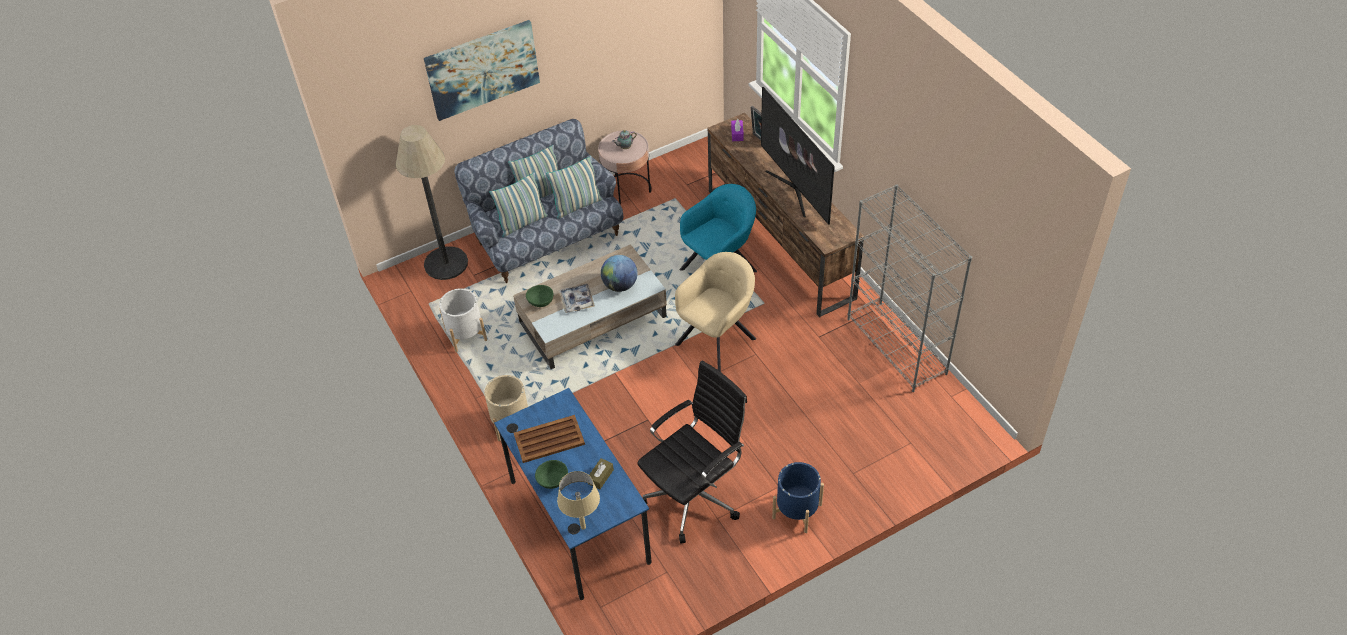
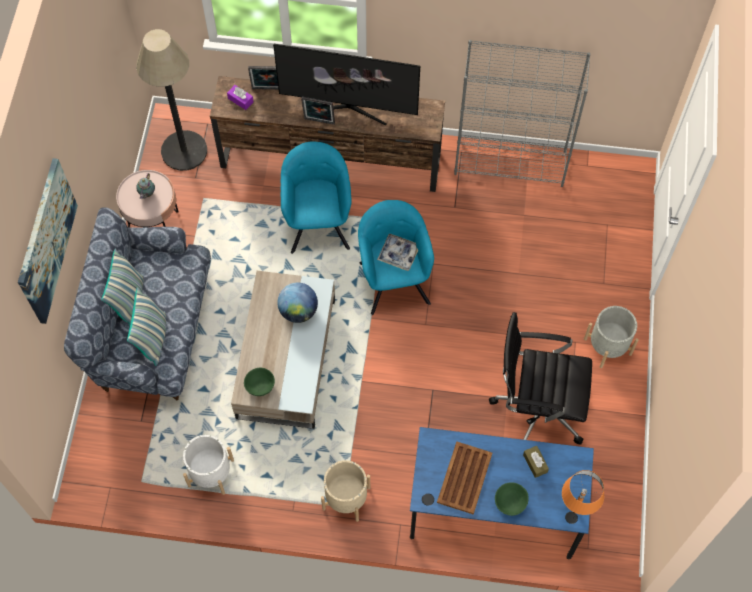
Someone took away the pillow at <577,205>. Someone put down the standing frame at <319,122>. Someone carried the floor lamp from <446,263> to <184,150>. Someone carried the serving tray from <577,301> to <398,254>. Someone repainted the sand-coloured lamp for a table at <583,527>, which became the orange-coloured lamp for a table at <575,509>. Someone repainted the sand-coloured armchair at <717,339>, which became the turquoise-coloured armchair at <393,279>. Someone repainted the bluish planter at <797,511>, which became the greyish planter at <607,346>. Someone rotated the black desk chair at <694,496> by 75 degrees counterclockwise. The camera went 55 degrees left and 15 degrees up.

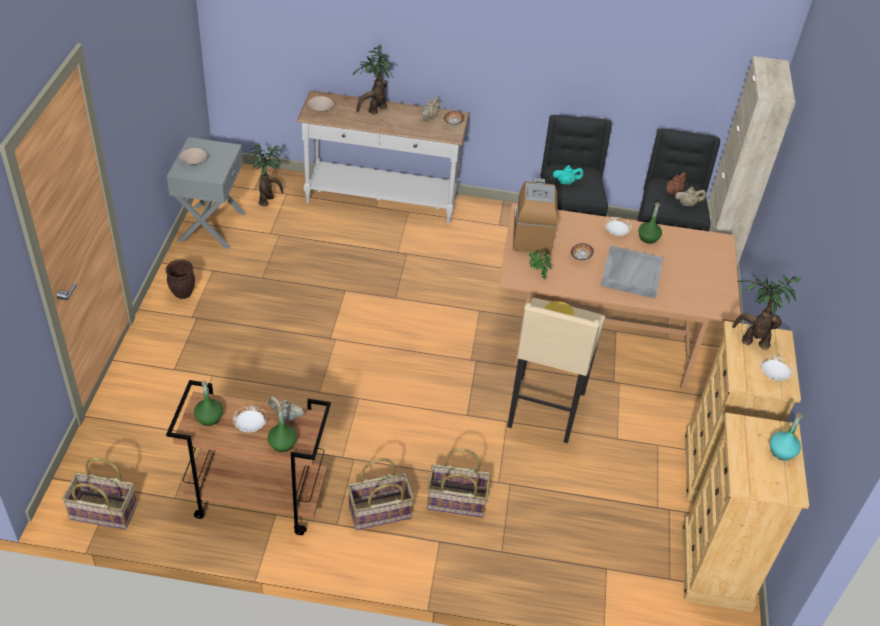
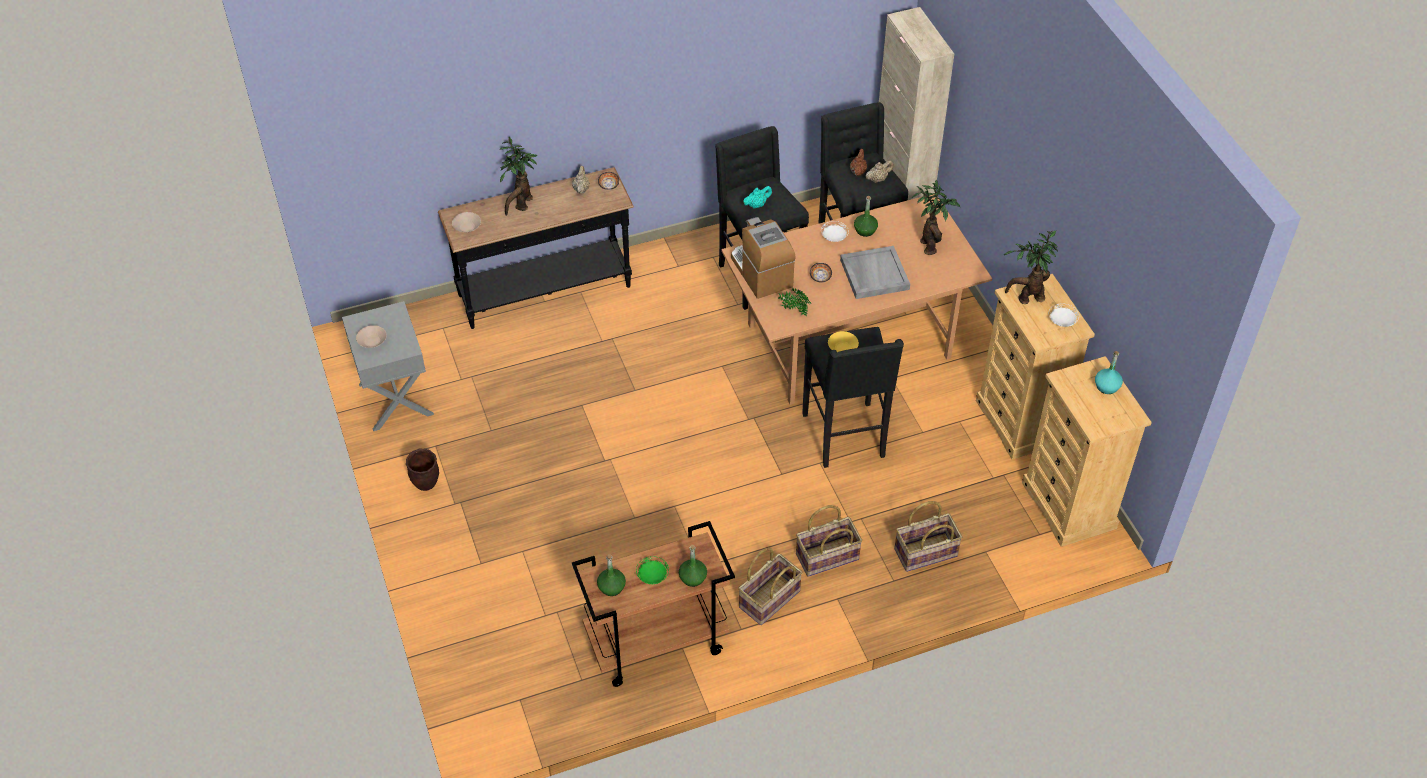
Someone took away the sand-coloured tea pot at <286,417>. Someone carried the basket from <103,512> to <925,553>. Someone carried the houseplant from <269,199> to <929,244>. Someone repainted the whitish flat dish at <250,425>, which became the greenish flat dish at <652,576>. Someone repainted the whitish console table at <381,201>, which became the black console table at <545,292>. Someone repainted the sand-coloured sitting stool at <544,411>, which became the black sitting stool at <845,437>. The camera went 25 degrees left and 5 degrees up.

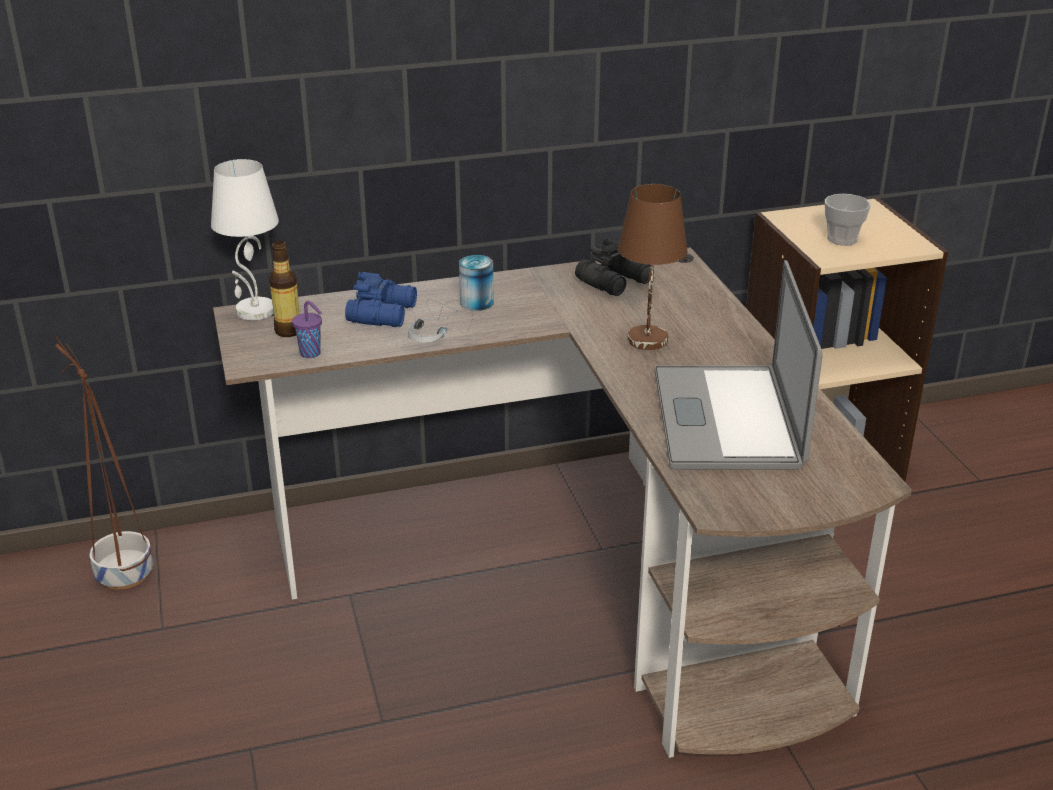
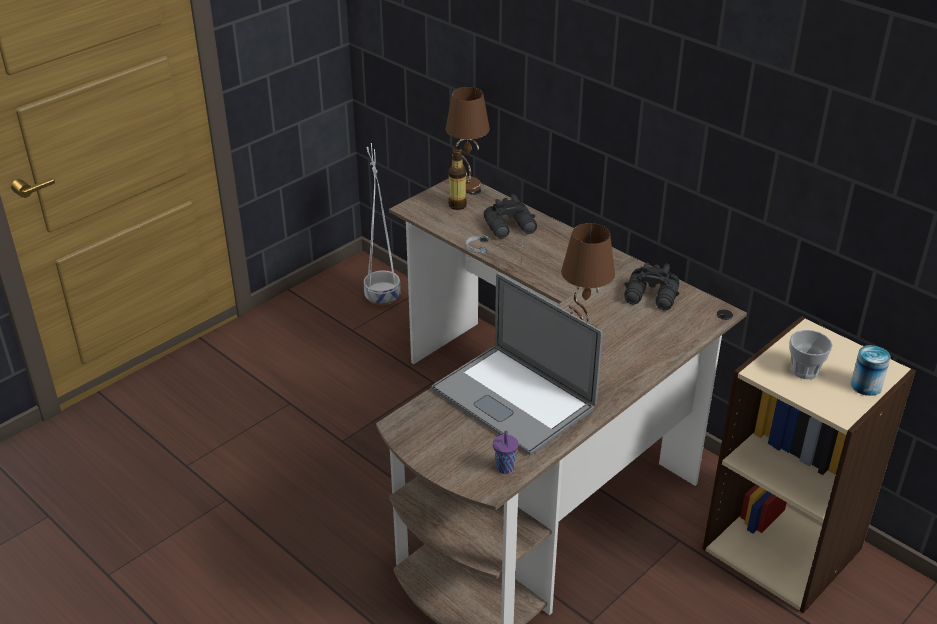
Someone carried the purplish small cup from <311,354> to <505,469>. Someone carried the can from <476,302> to <866,386>. Someone repainted the brown-coloured planter at <123,573>, which became the whitish planter at <382,296>. Someone repainted the whitish lamp for a table at <255,311>, which became the brown-coloured lamp for a table at <466,186>. Someone repainted the bluish pair of binoculars at <384,313>, which became the black pair of binoculars at <511,227>. Someone rotated the portable computer at <726,417> by 105 degrees counterclockwise. The camera went 60 degrees right and 5 degrees up.

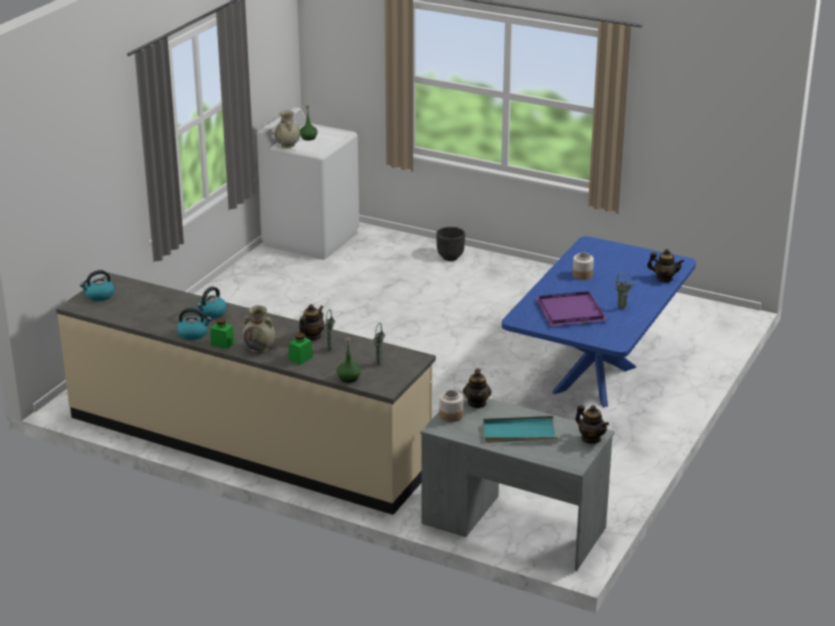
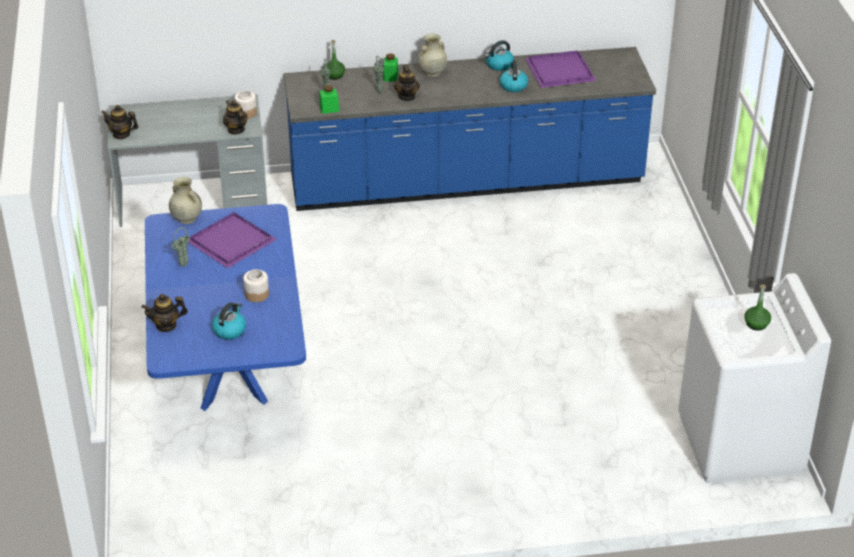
Someone took away the black planter at <450,257>. Someone took away the turquoise-coloured serving tray at <519,432>. Someone put down the purplish serving tray at <558,71>. Someone carried the kettle from <99,296> to <229,330>. Someone carried the greenish jar from <222,343> to <329,109>. Someone carried the sand-coloured vase from <288,145> to <186,218>. Someone repainted the sand-coloured kitchen counter at <247,442>, which became the bluish kitchen counter at <466,182>. The camera went 145 degrees right and 10 degrees up.

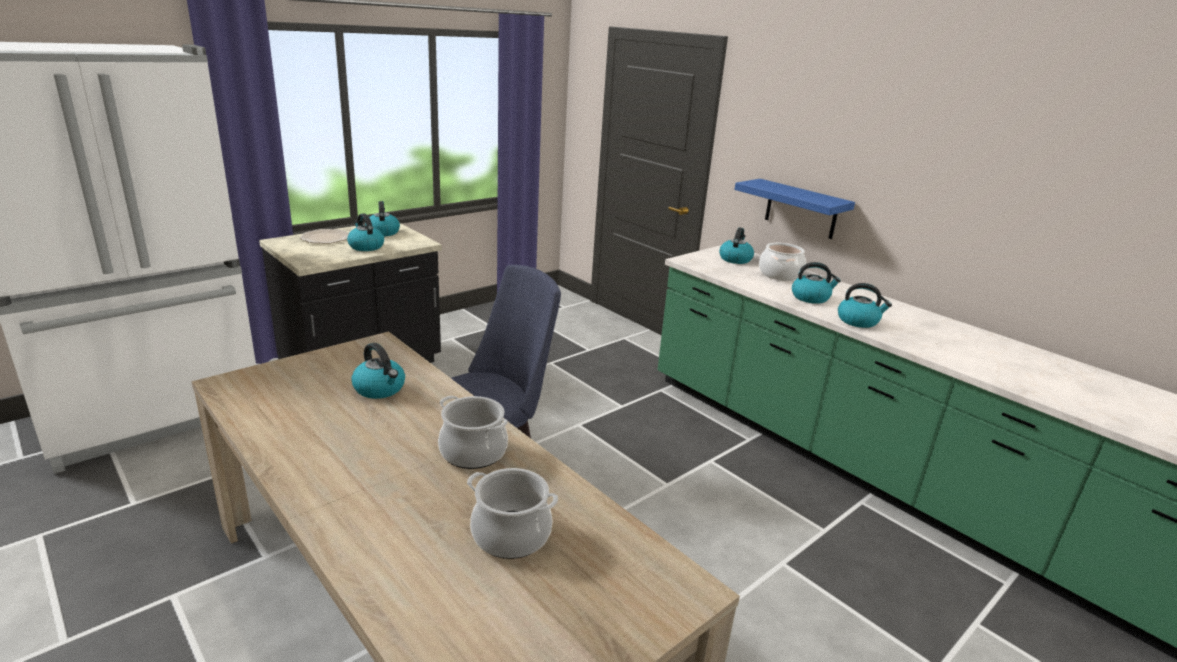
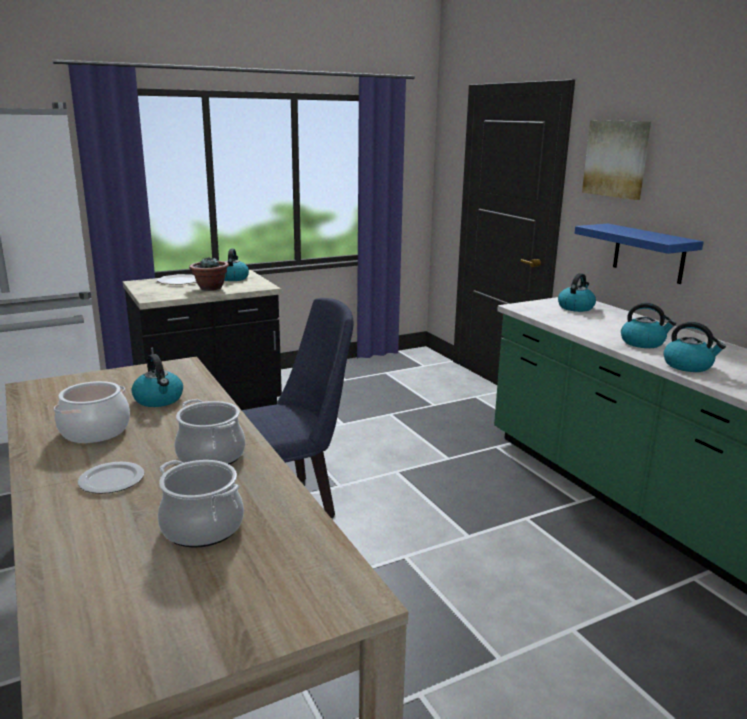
Someone put down the flat dish at <113,480>. Someone put up the wall picture at <616,158>. Someone carried the stockpot from <780,274> to <95,431>. Someone swapped the kettle at <366,246> for the houseplant at <210,288>. The camera went 15 degrees right and 5 degrees down.

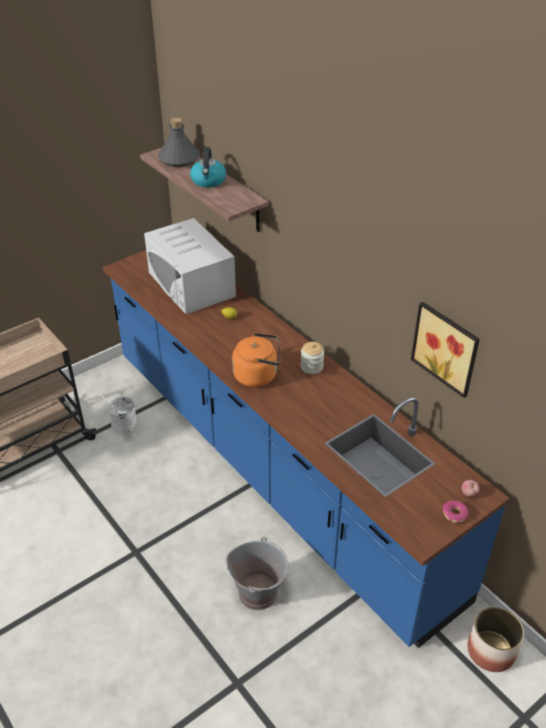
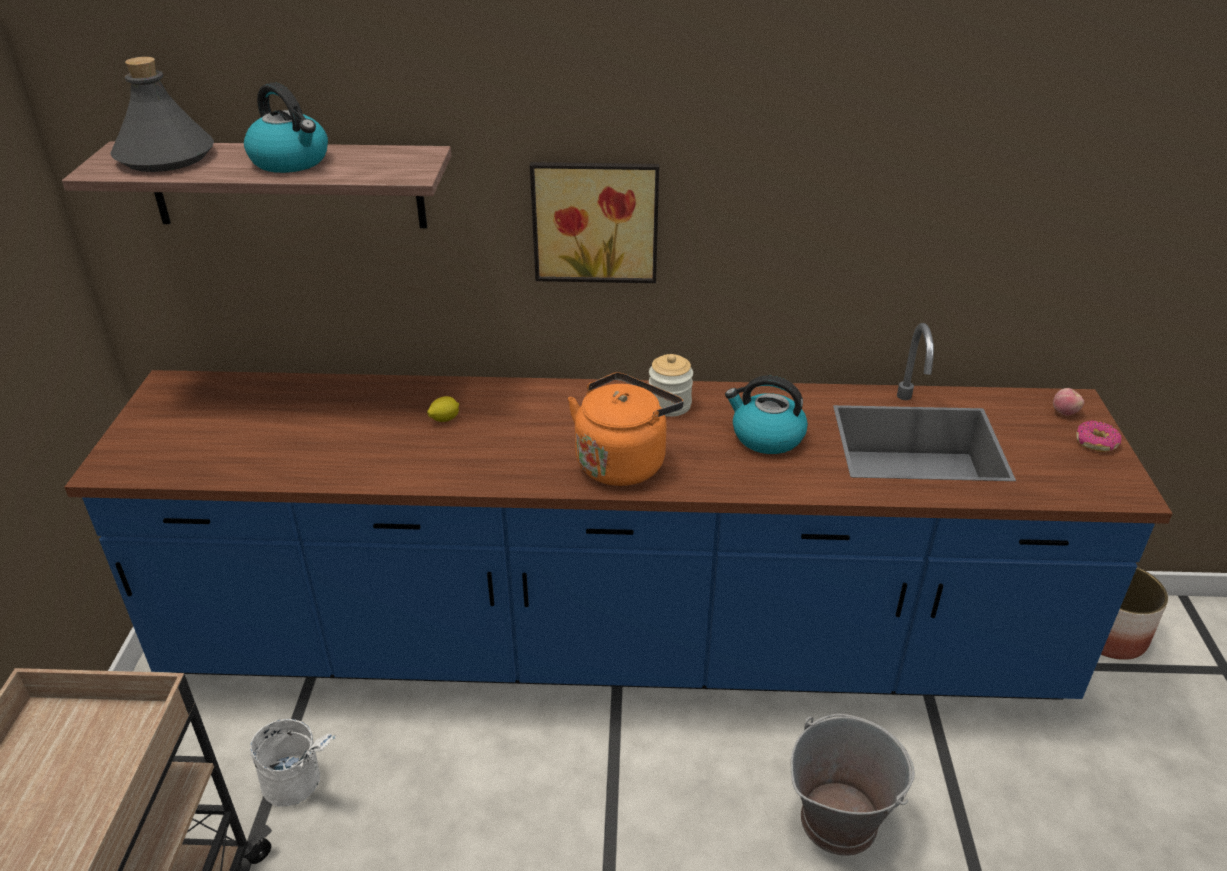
Someone took away the whitish microwave at <191,284>. Someone put down the kettle at <766,437>. Someone carried the wall picture from <447,347> to <595,220>. The camera went 50 degrees left and 5 degrees down.

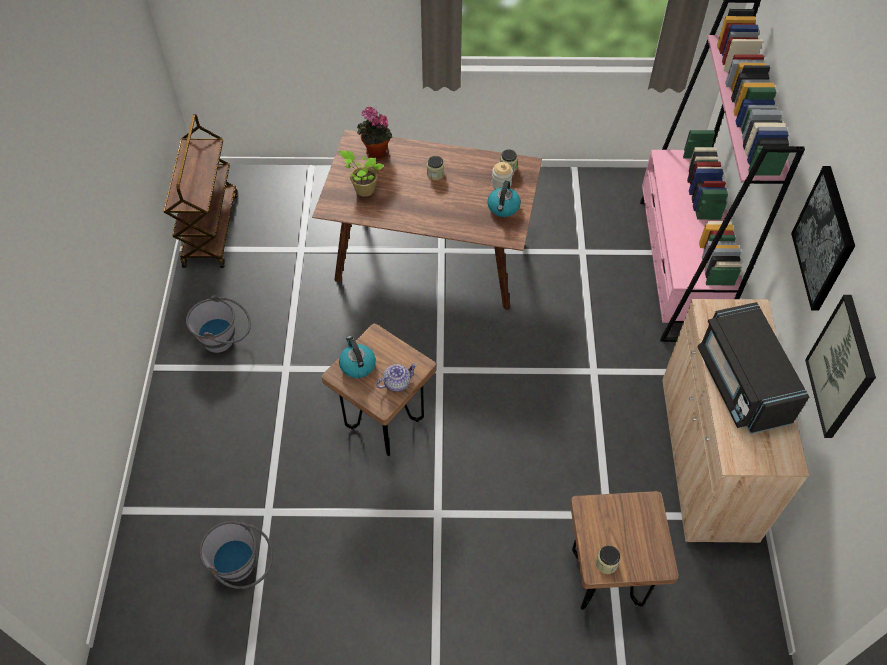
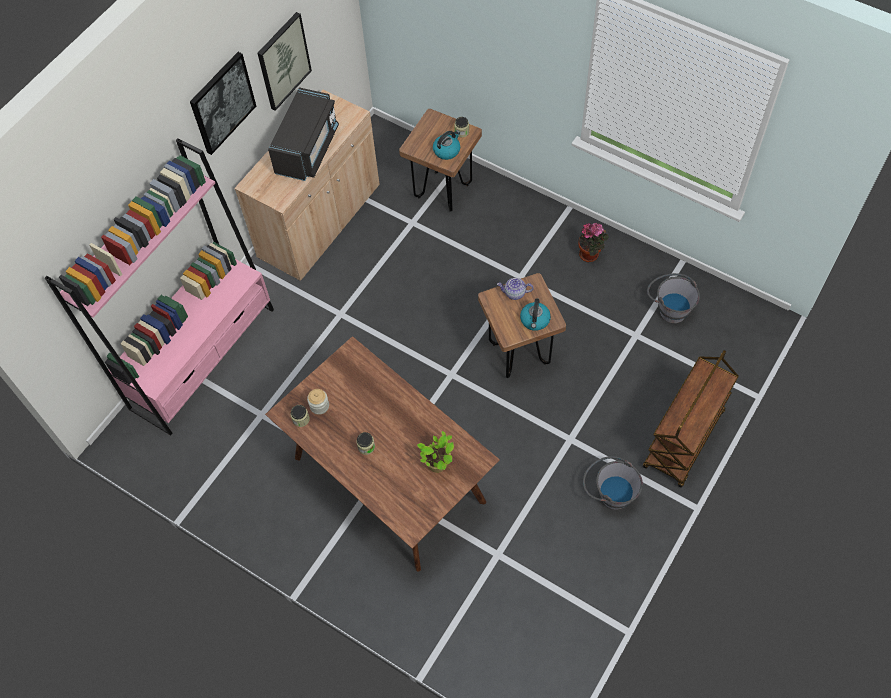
Someone carried the brown-coloured cart from <210,229> to <684,440>. Someone carried the houseplant from <375,154> to <590,255>. Someone carried the kettle from <503,207> to <447,150>. The camera went 145 degrees left and 5 degrees up.

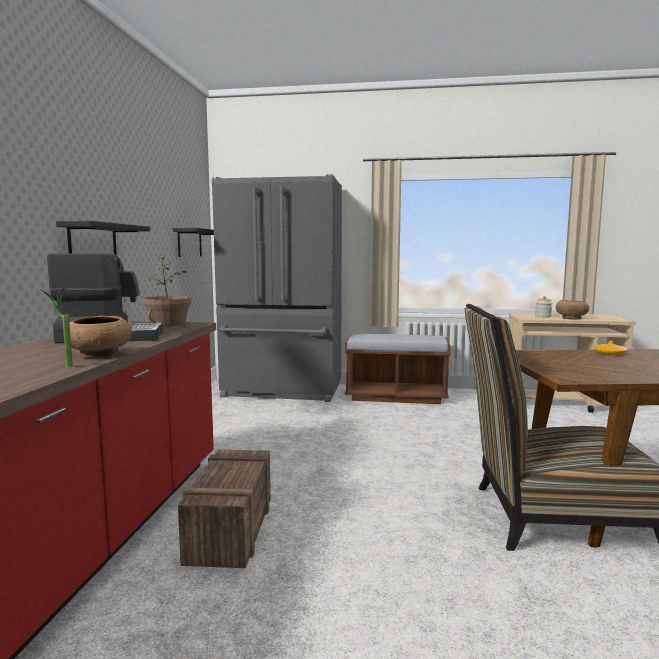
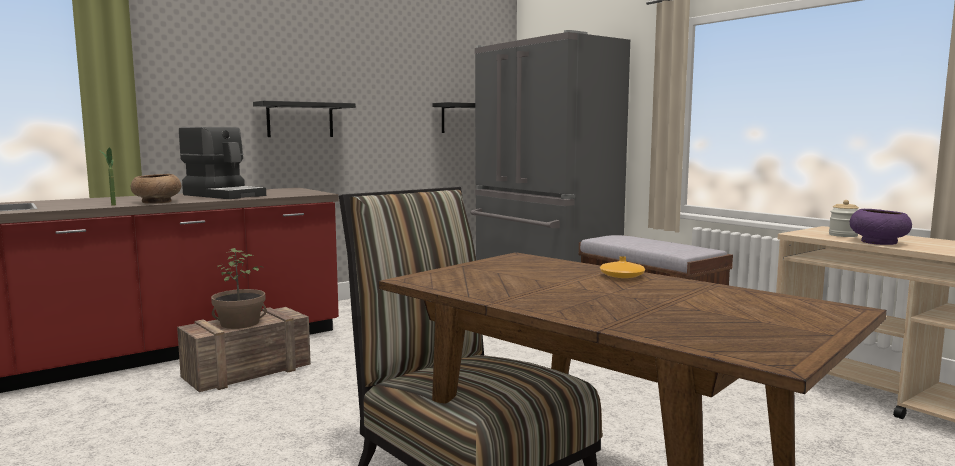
Someone carried the houseplant from <168,324> to <239,323>. Someone repainted the brown-coloured bowl at <571,318>, which became the purplish bowl at <878,242>. The camera went 45 degrees right and 0 degrees up.

